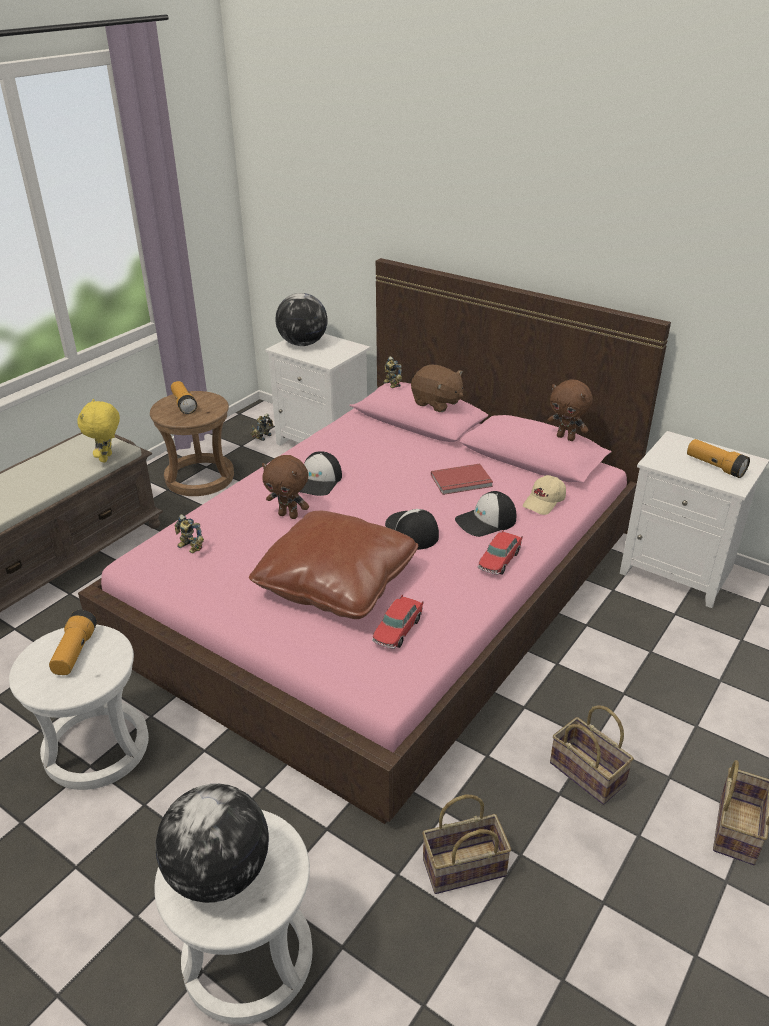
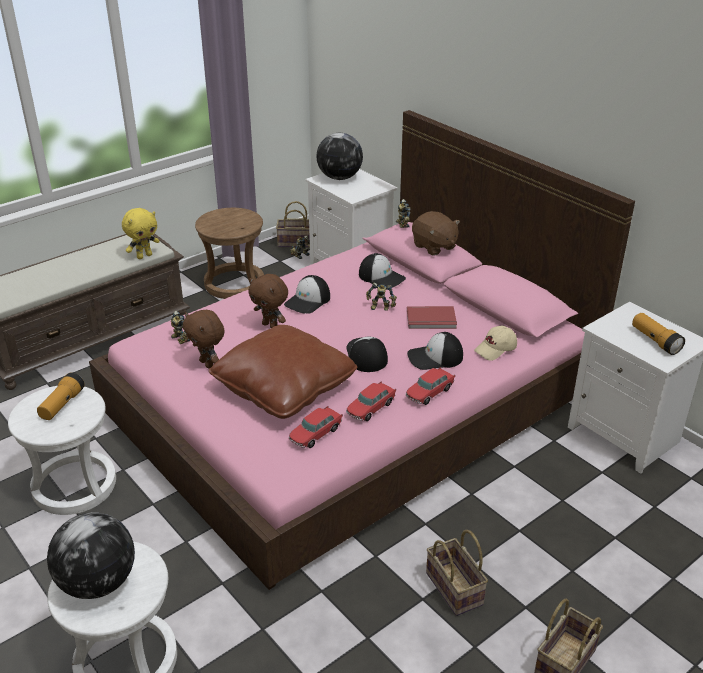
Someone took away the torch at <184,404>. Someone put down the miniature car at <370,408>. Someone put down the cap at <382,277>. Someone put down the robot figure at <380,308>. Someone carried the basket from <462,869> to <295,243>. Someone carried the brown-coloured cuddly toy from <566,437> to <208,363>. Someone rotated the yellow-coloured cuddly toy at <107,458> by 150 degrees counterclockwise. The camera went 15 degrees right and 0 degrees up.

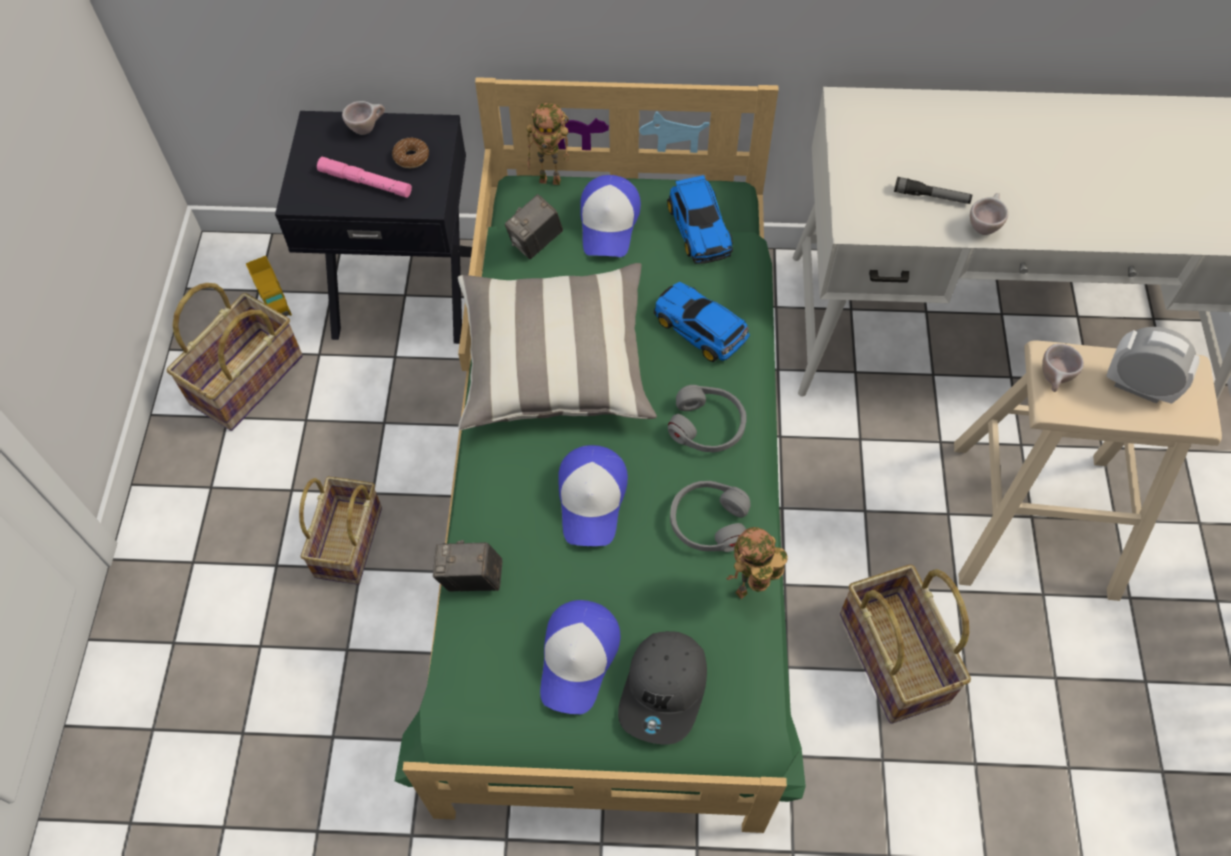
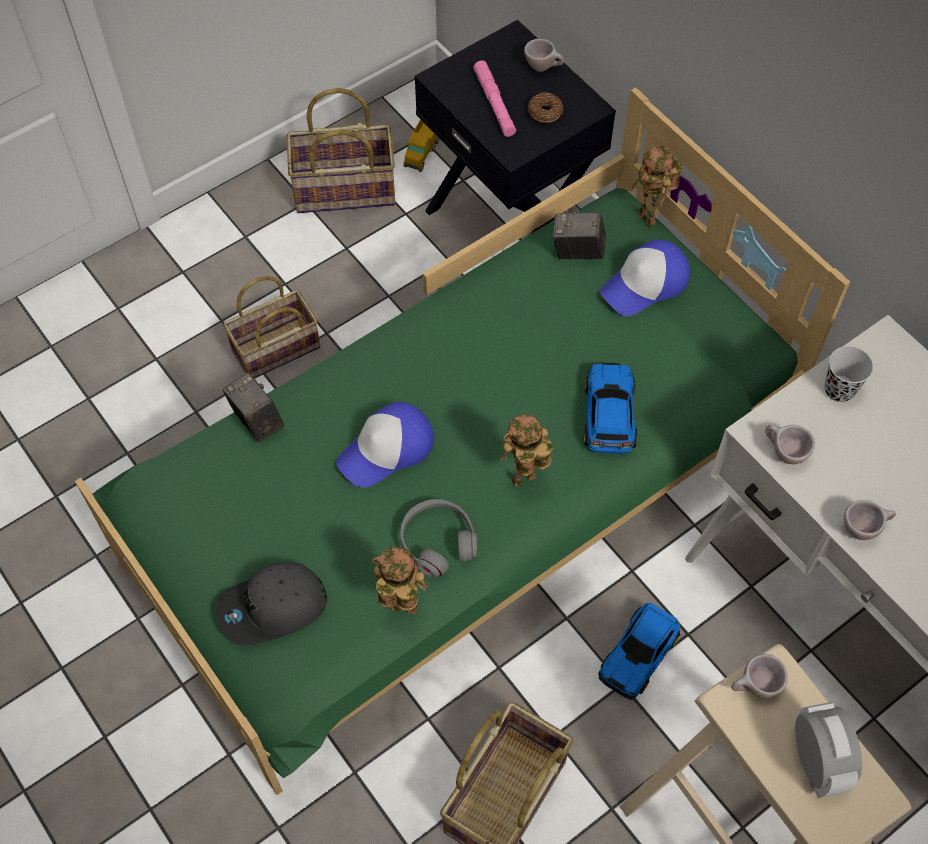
Someone took away the pillow at <555,363>. Someone took away the cap at <578,658>. Someone took away the torch at <931,196>. Someone put down the sand-coloured small cup at <783,453>. Someone put down the black small cup at <839,390>. Someone carried the miniature car from <699,227> to <639,653>. Someone swapped the greyish headset at <707,425> for the robot figure at <523,482>. The camera went 50 degrees right and 0 degrees up.

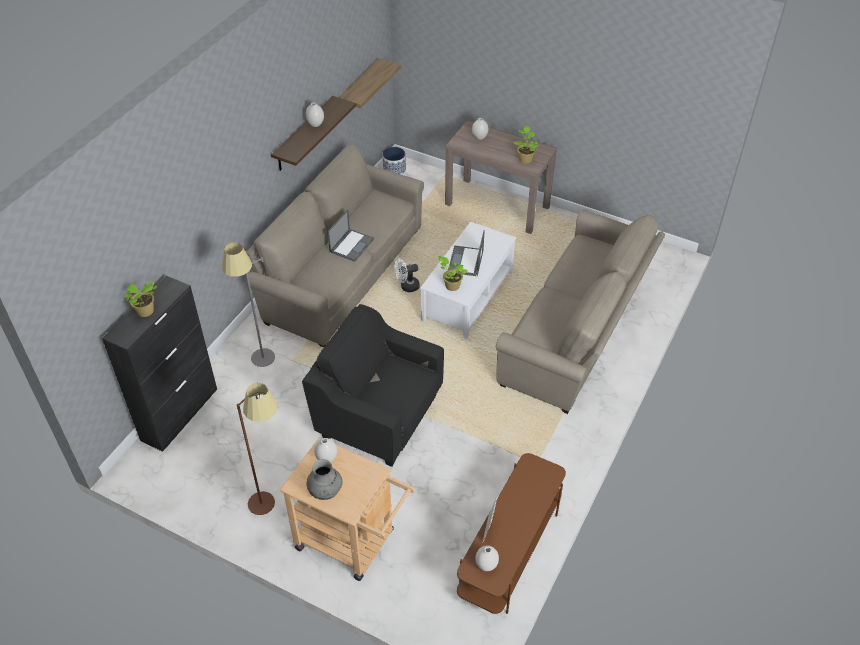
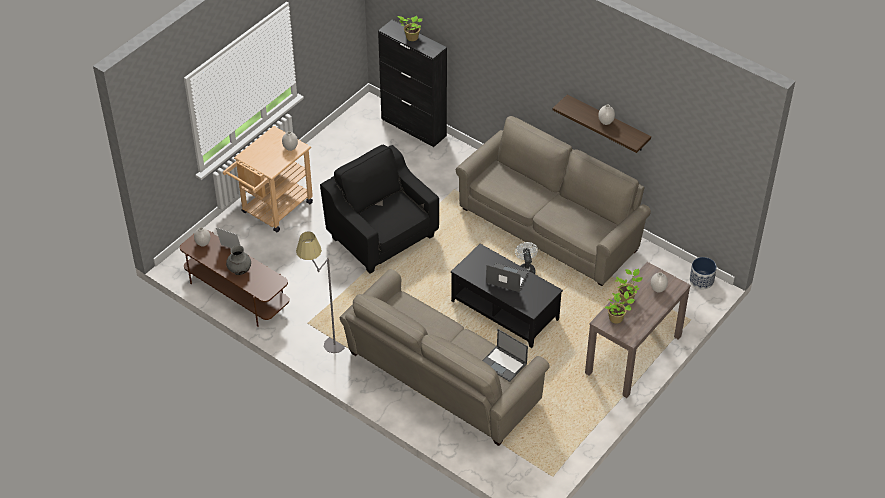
Someone took away the brown-coloured floor lamp at <273,506>. Someone took away the bracket shelf at <359,88>. Someone carried the greyish floor lamp from <261,366> to <324,343>. Someone carried the greyish vase from <325,491> to <239,270>. Someone carried the portable computer from <352,245> to <504,364>. Someone carried the houseplant from <451,286> to <626,298>. Someone repainted the whitish coffee table at <468,297>, which became the black coffee table at <504,311>. Someone rotated the black armchair at <380,415> by 75 degrees counterclockwise. The camera went 100 degrees right and 0 degrees up.

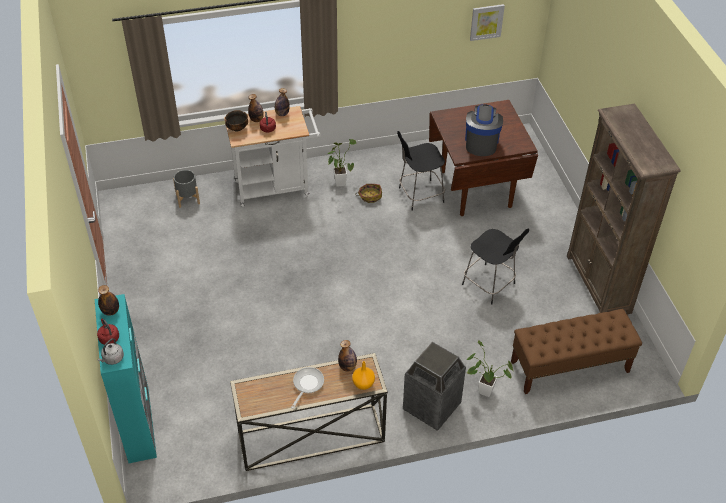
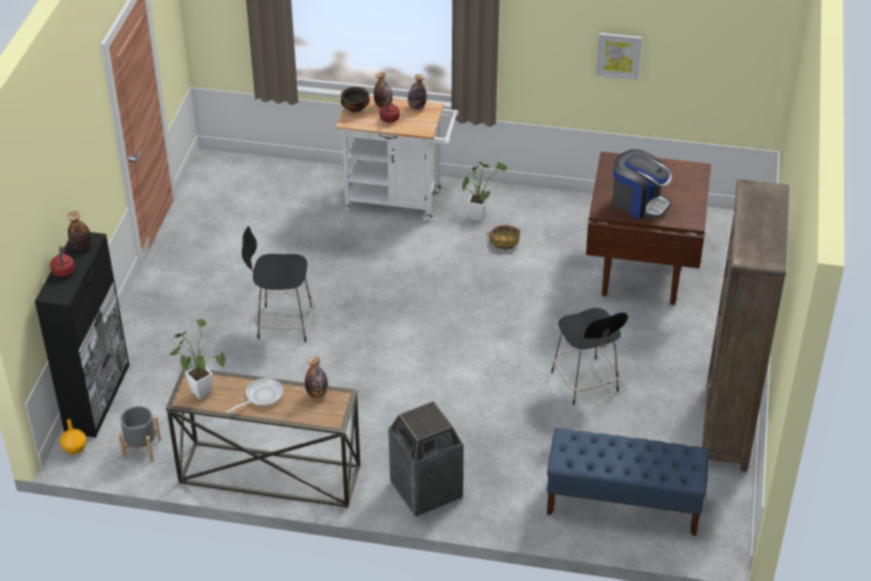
Someone took away the greyish kettle at <112,359>. Someone carried the greyish planter from <187,199> to <141,448>. Someone carried the orange-coloured vase from <363,384> to <74,448>. Someone carried the black sitting stool from <419,195> to <282,323>. Someone carried the houseplant from <482,390> to <199,390>. Someone carried the wall picture from <486,22> to <619,55>. Someone repainted the turquoise-coloured storage cabinet at <138,423>, which became the black storage cabinet at <98,397>. Someone repainted the brown-coloured indoor bench at <569,367>, which became the bluish indoor bench at <622,504>. Someone rotated the coffee brewer at <481,142> by 90 degrees clockwise. The camera went 25 degrees right and 5 degrees down.

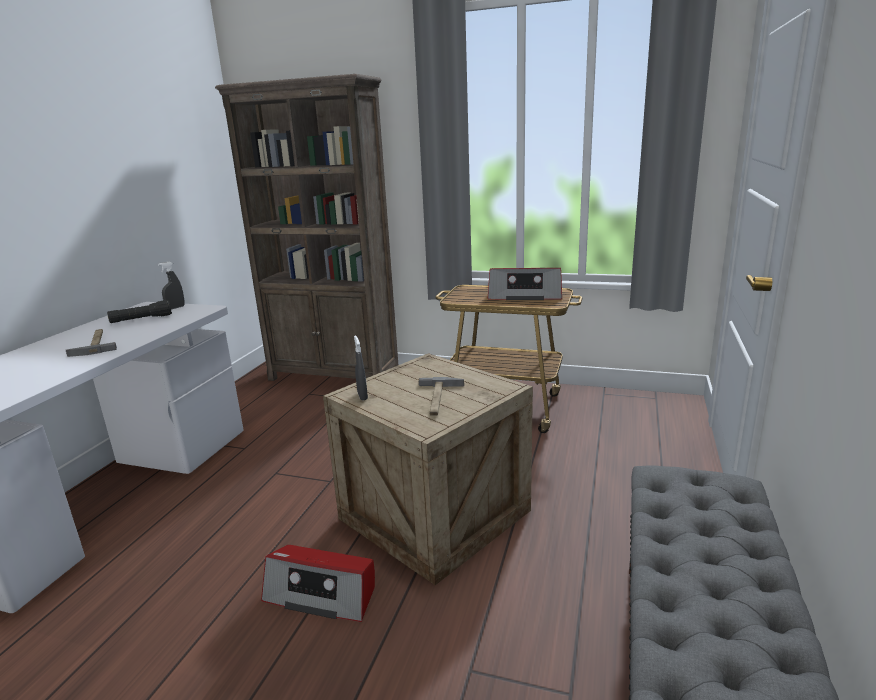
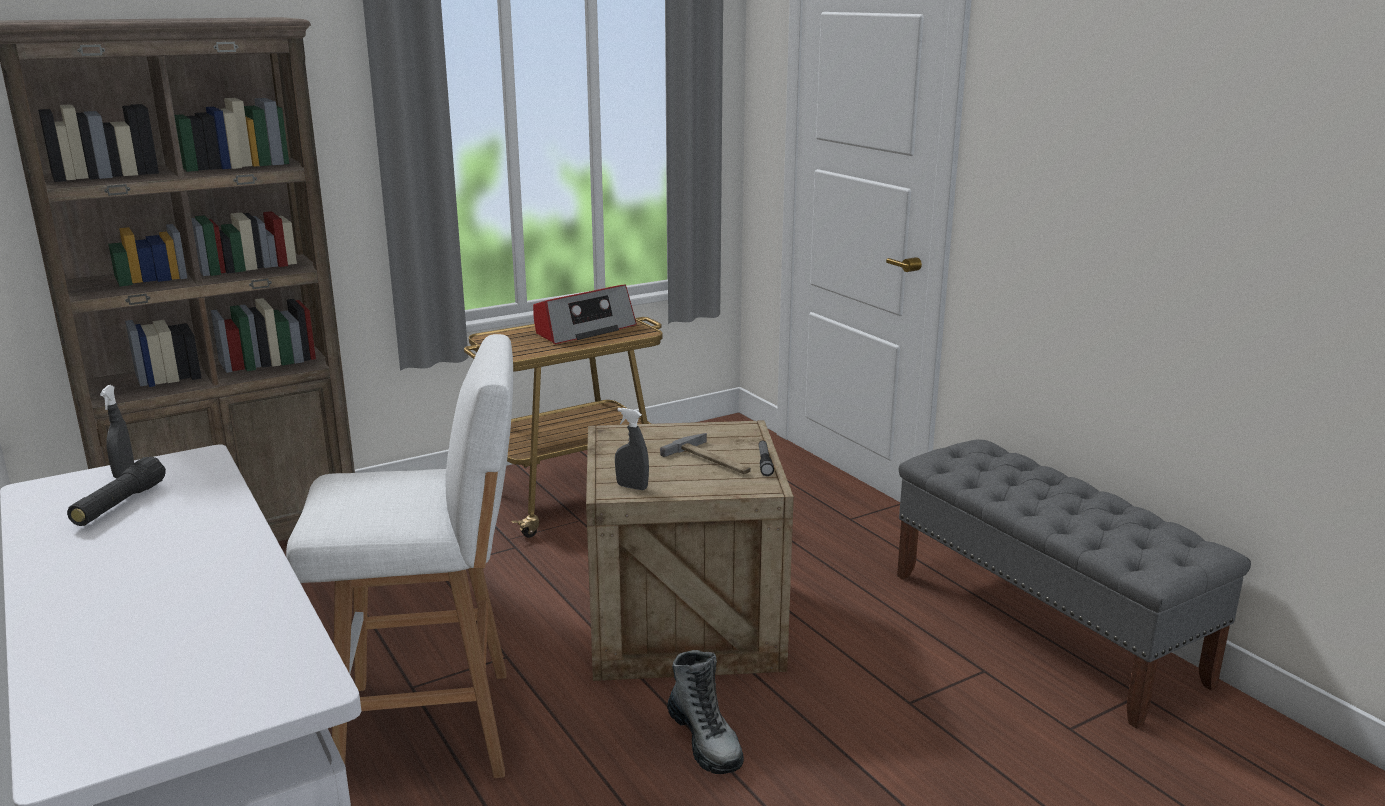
Someone took away the tool hammer at <95,343>. Someone put down the whitish sitting stool at <435,728>. Someone put down the torch at <764,462>. Someone swapped the radio at <322,593> for the tall boot at <705,740>. The camera went 50 degrees left and 0 degrees up.

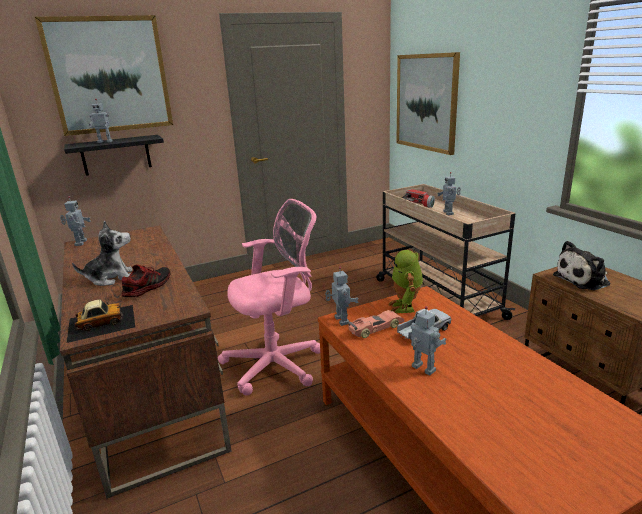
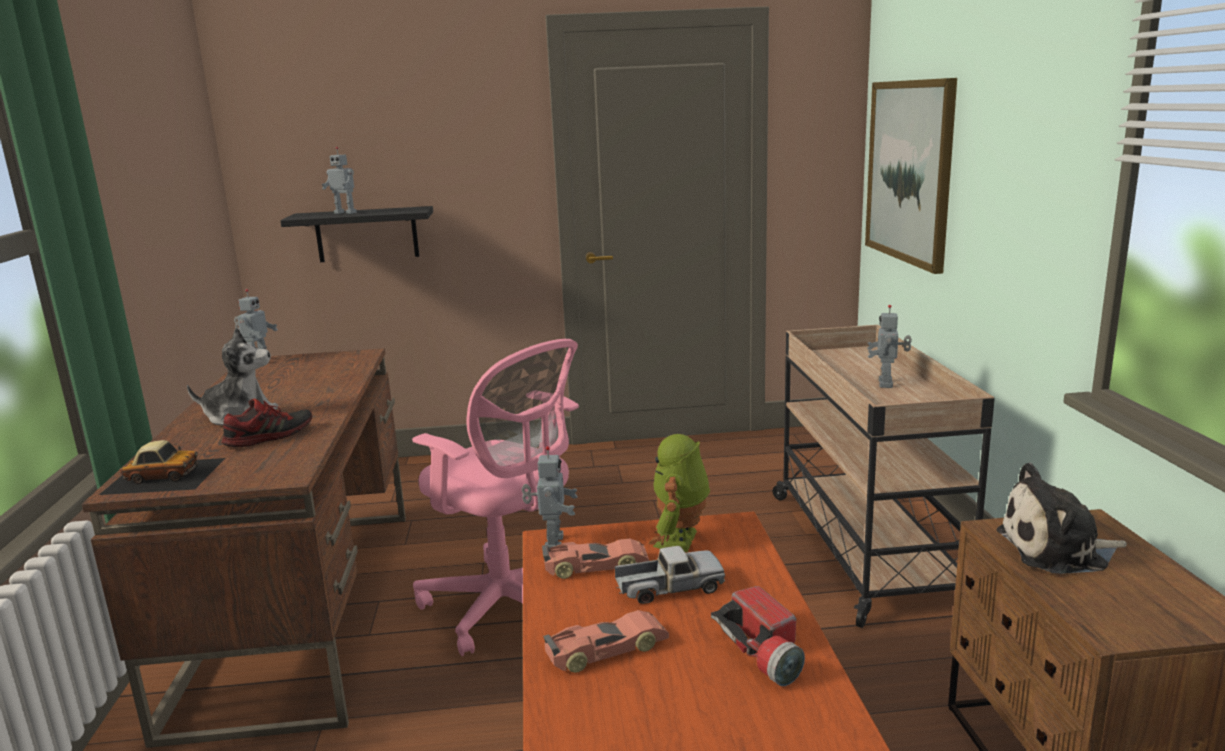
Someone took away the wall picture at <109,75>. Someone carried the torch from <419,204> to <763,651>. Someone swapped the robot figure at <422,369> for the miniature car at <606,650>. Someone rotated the pinkish desk chair at <278,364> by 45 degrees clockwise. The camera went 20 degrees right and 5 degrees down.

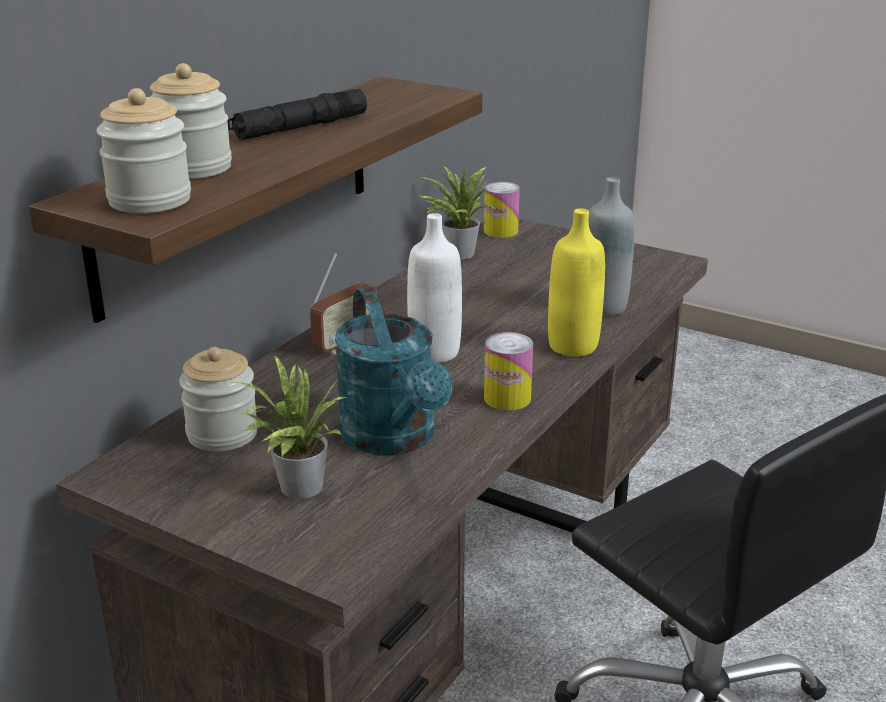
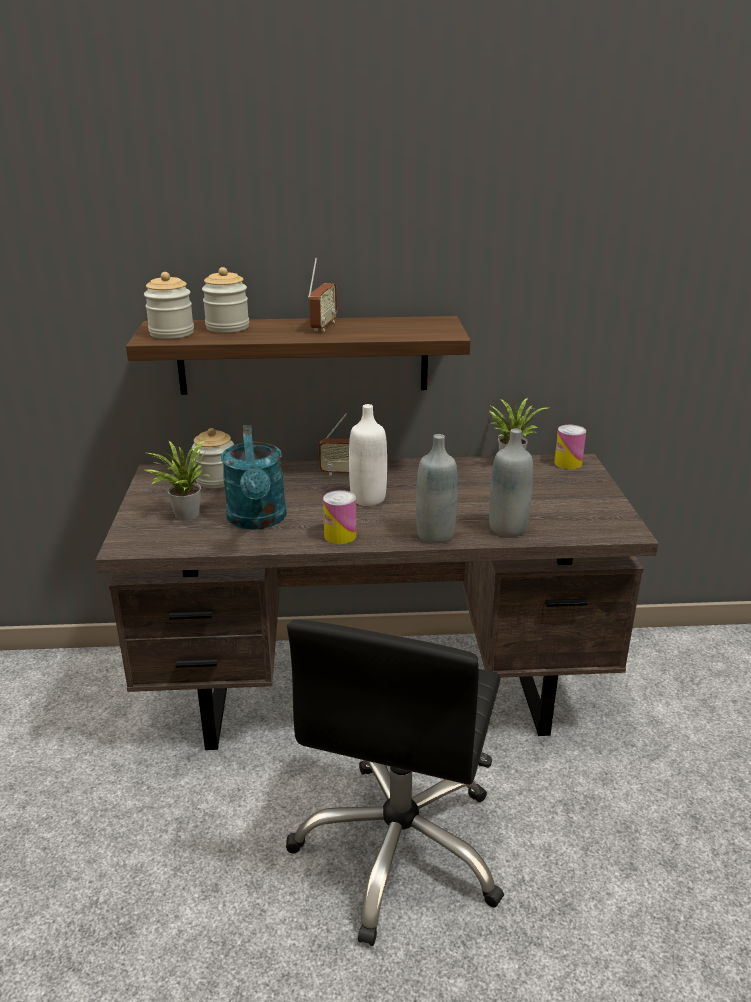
Someone swapped the black torch at <300,127> for the radio at <323,326>. Someone repainted the yellow-coloured bottle at <573,346>, which became the greyish bottle at <435,535>. Someone rotated the turquoise-coloured watering pot at <394,439> by 45 degrees counterclockwise. The camera went 55 degrees right and 0 degrees up.

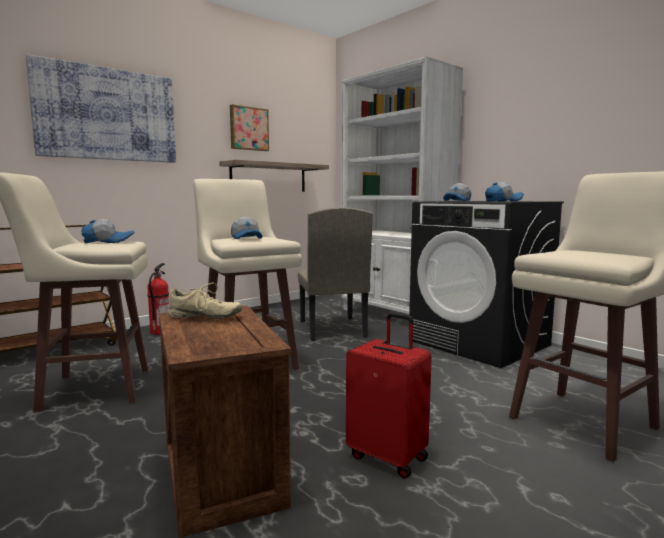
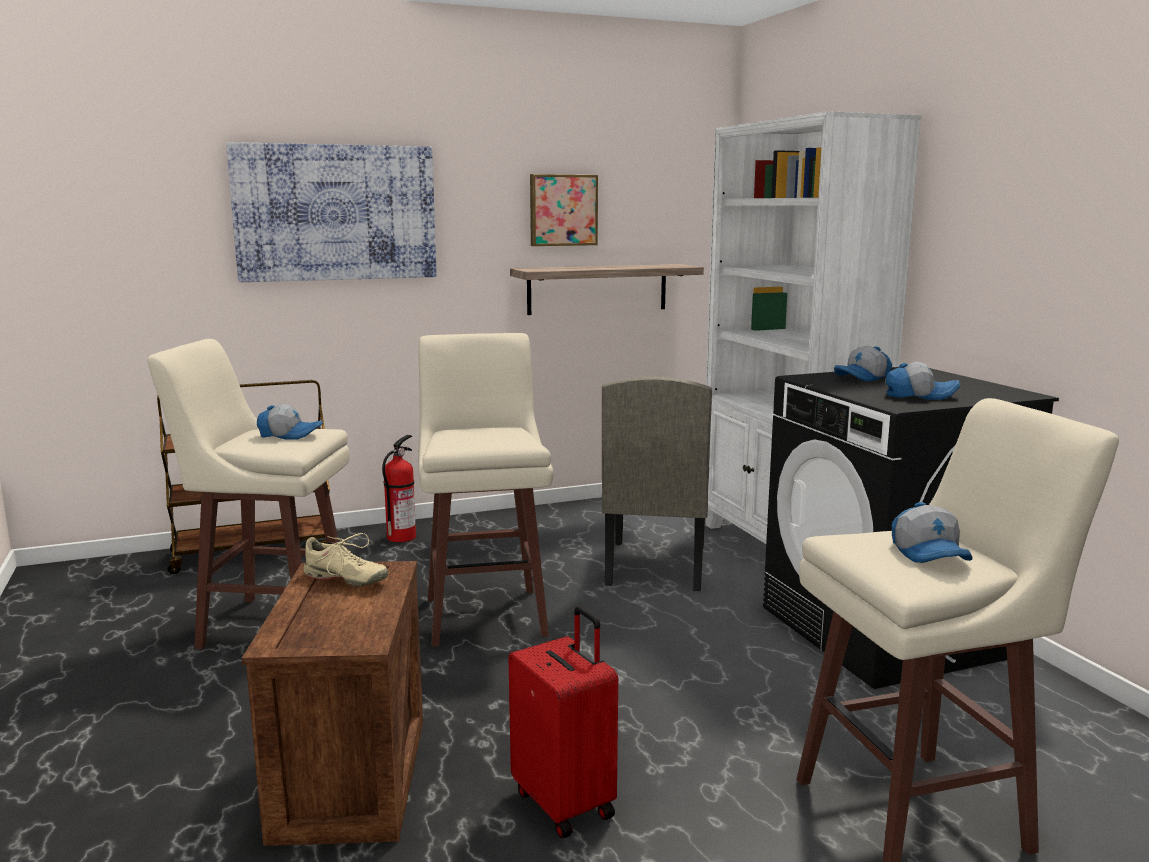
Someone carried the cap from <247,238> to <930,554>. The camera went 20 degrees right and 5 degrees up.

